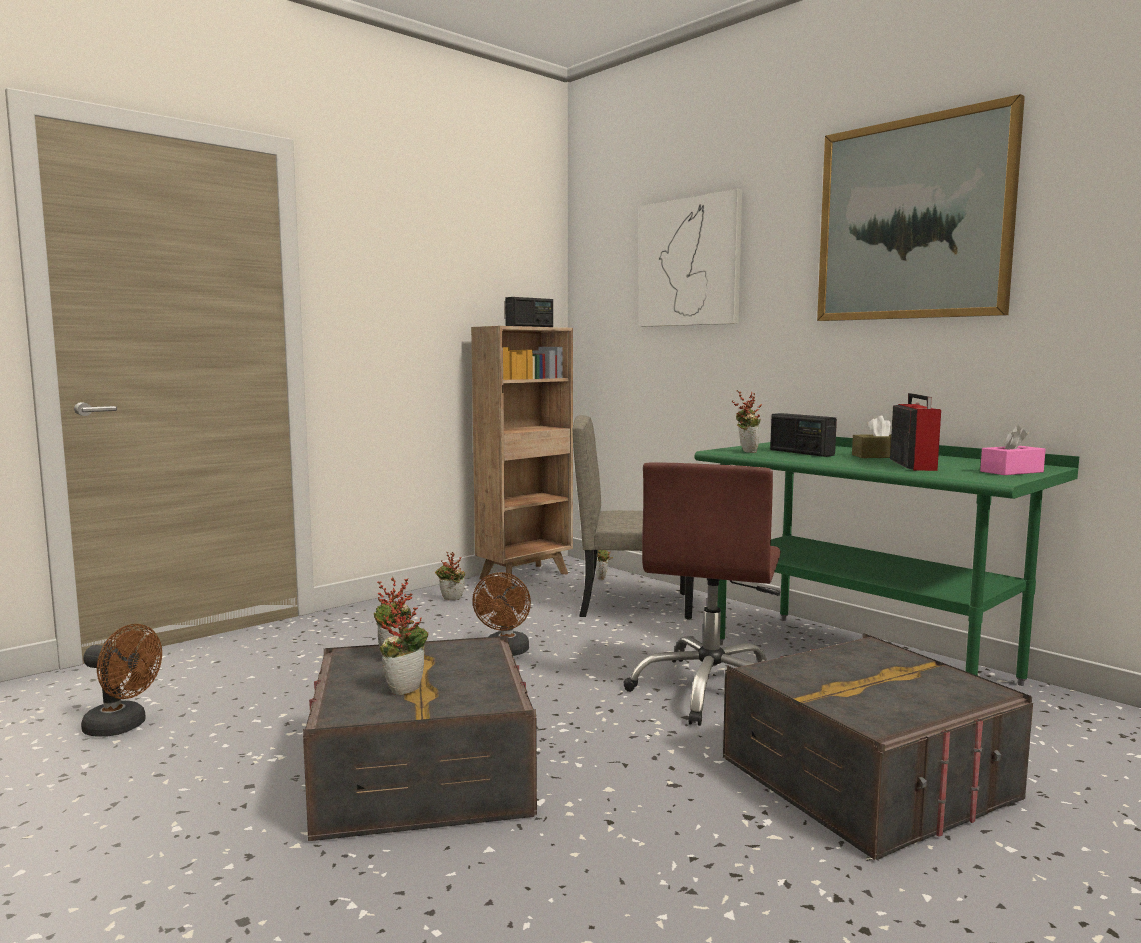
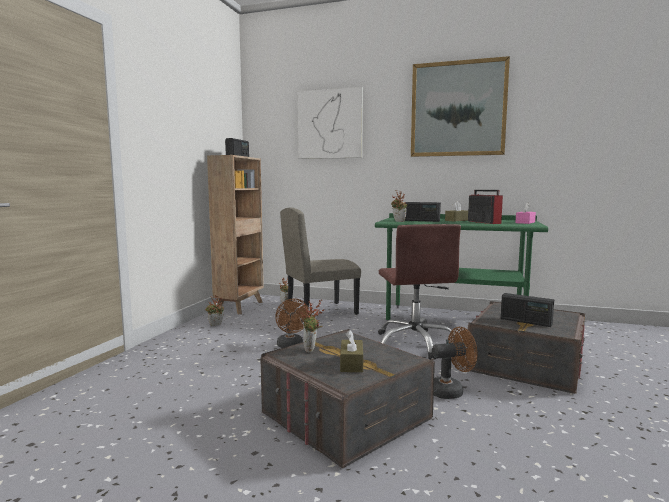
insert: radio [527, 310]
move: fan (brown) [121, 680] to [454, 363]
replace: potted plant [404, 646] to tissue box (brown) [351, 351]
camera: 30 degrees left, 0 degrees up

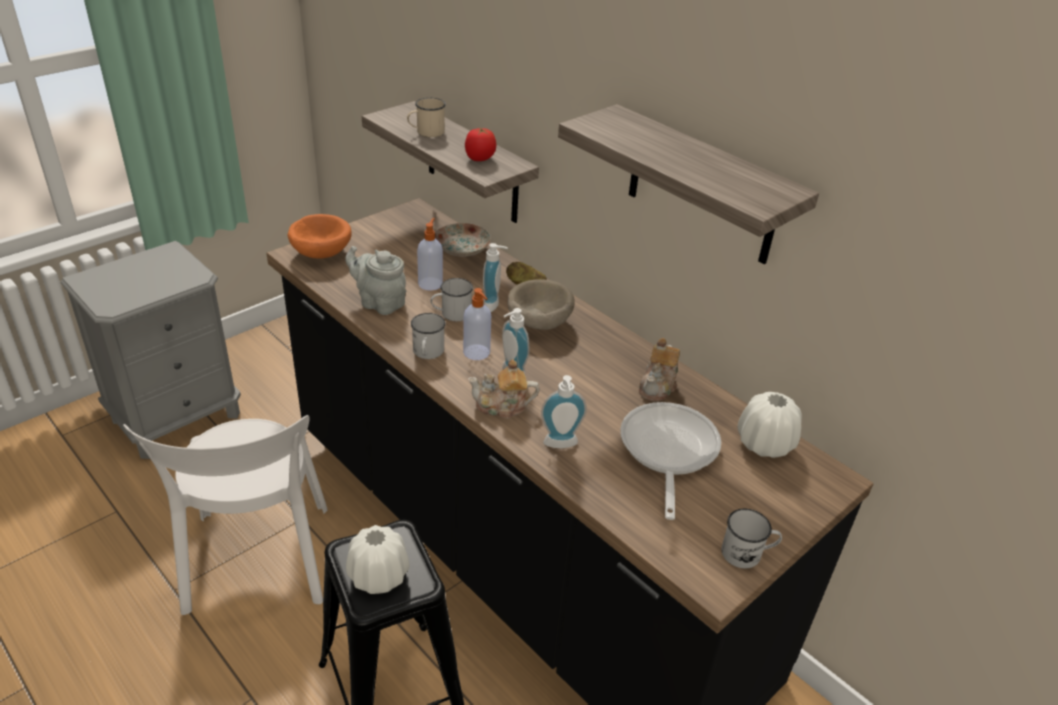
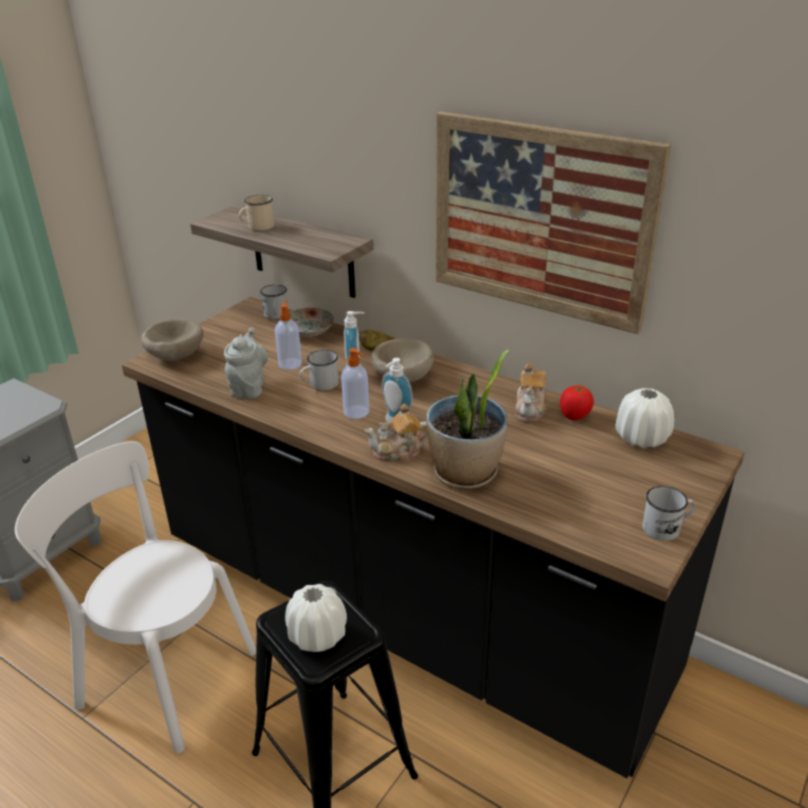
delete: frying pan [670, 461]
move: mug (white) [428, 336] to [274, 302]; tomato [480, 144] to [577, 402]
replace: soap dispenser [564, 412] to potted plant [467, 420]; shelf [688, 184] to picture [553, 223]
recolor: bowl (orange) [320, 236] to bowl (beige) [172, 340]
rotate: chair (white) [225, 515] = [135, 597] 135 degrees clockwise; teapot (grey) [375, 280] = [246, 363] 75 degrees clockwise
camera: 10 degrees left, 5 degrees down

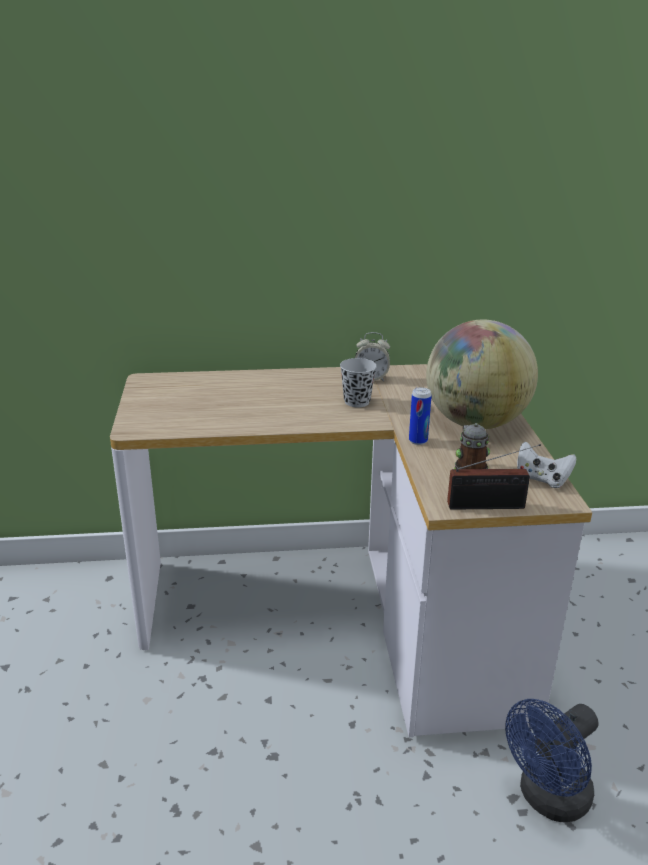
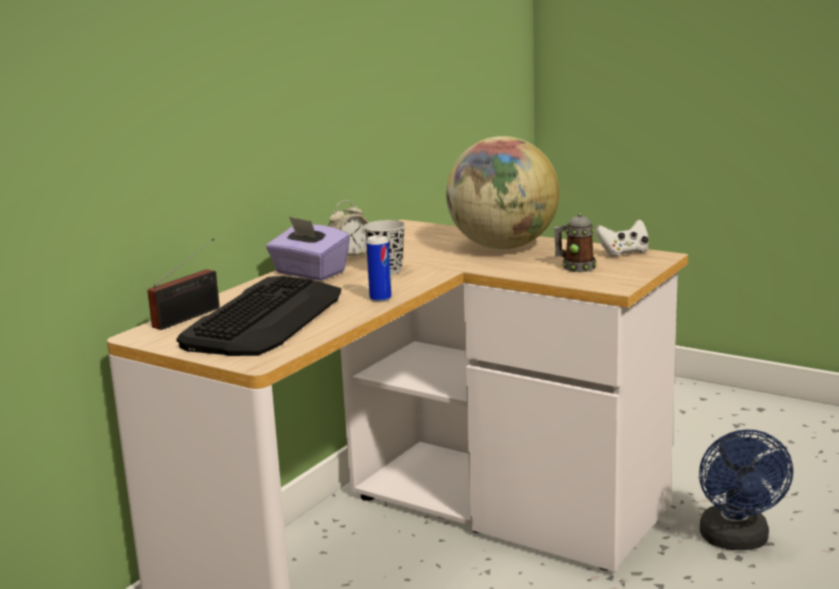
insert: keyboard [258, 316]; tissue box (purple) [308, 249]
move: can [420, 416] to [378, 268]; radio [494, 477] to [184, 284]
camera: 50 degrees left, 10 degrees down

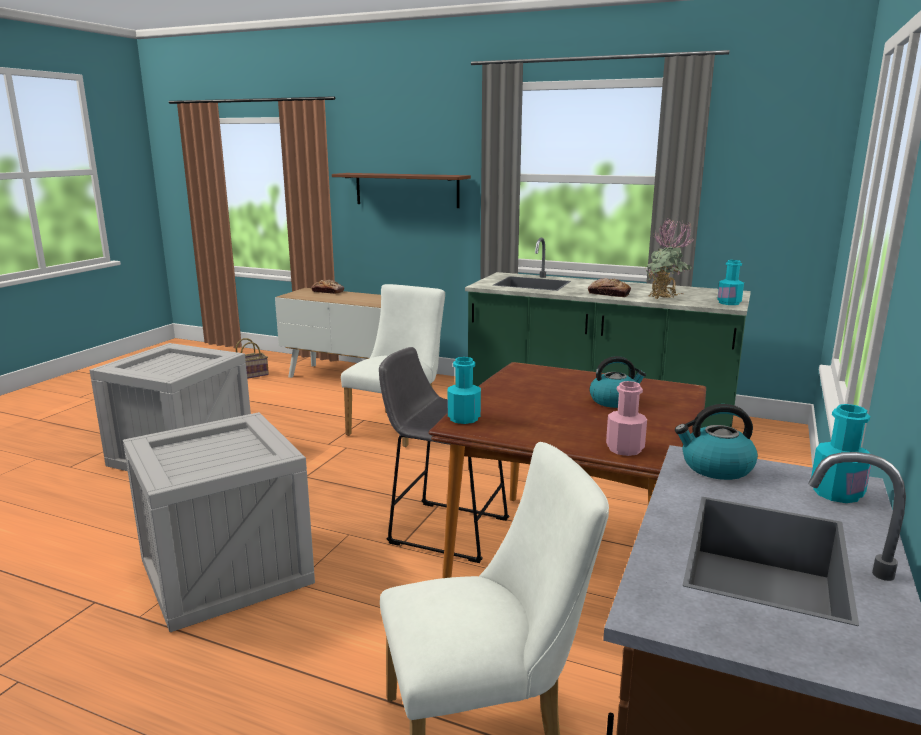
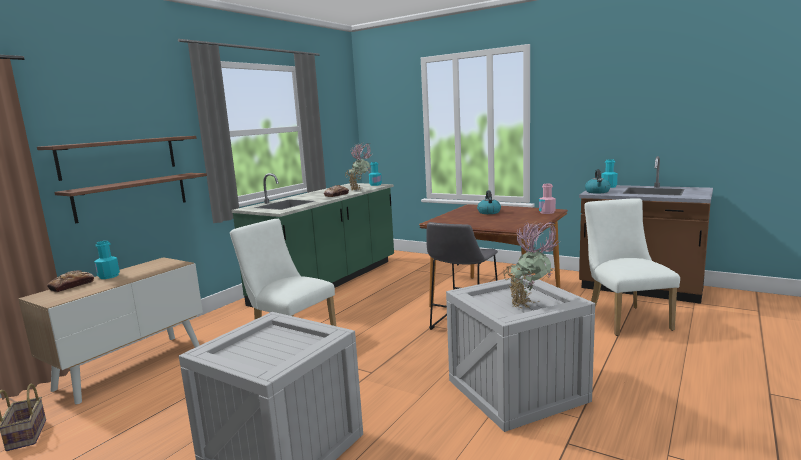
insert: shelf (brown) [130, 198]; potted plant [532, 265]
move: bottle (turquoise) [464, 390] to [107, 260]
camera: 80 degrees left, 5 degrees down

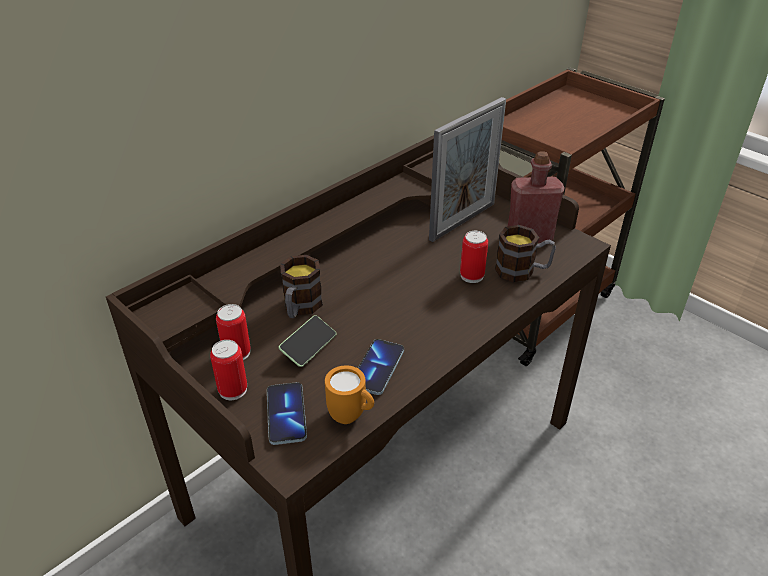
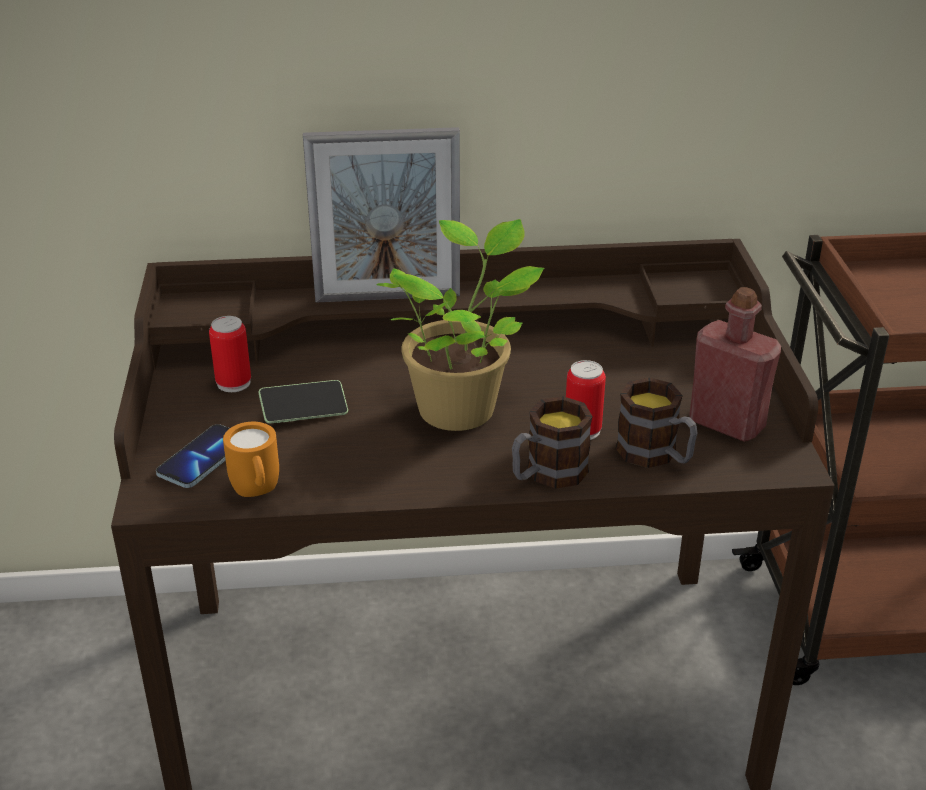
delete: can [228, 370]; phone [381, 367]
insert: potted plant [460, 325]
move: mug [301, 286] to [552, 442]; picture frame [467, 169] to [381, 214]
camera: 40 degrees right, 5 degrees down

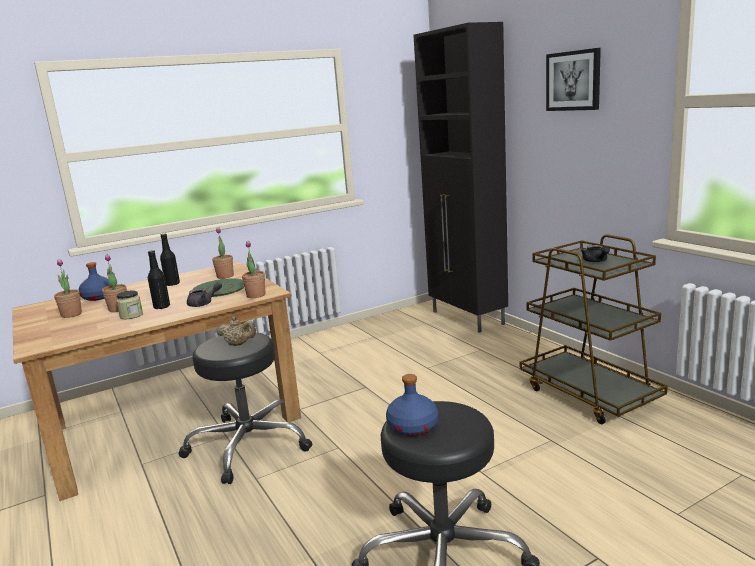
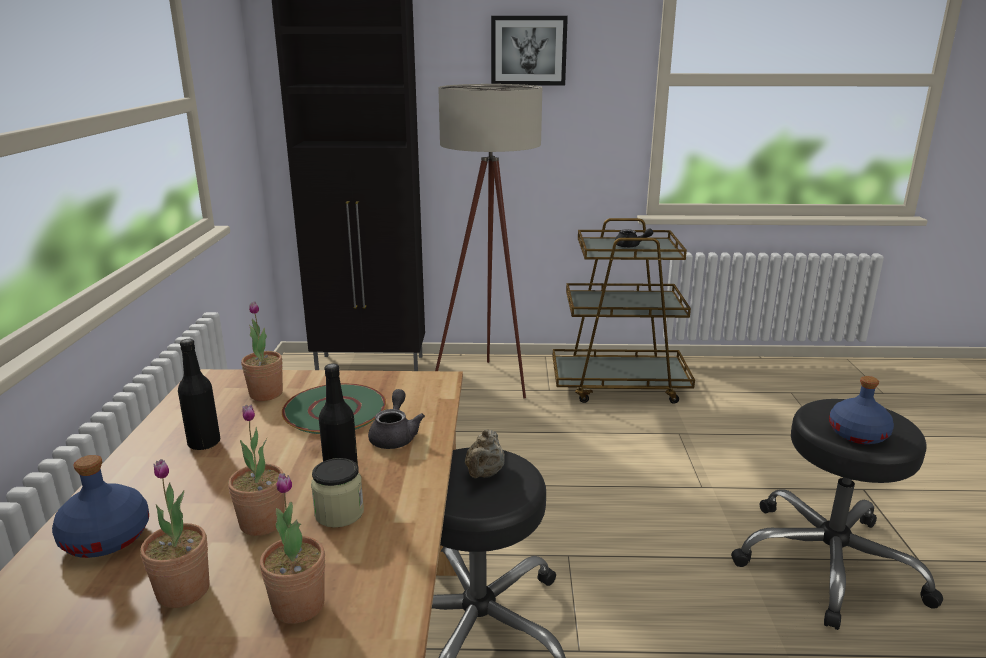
insert: floor lamp (beige) [488, 241]
move: potted plant [253, 269] to [292, 548]
rotate: teapot (beige) [236, 331] = [485, 453] 150 degrees clockwise
camera: 60 degrees left, 5 degrees up

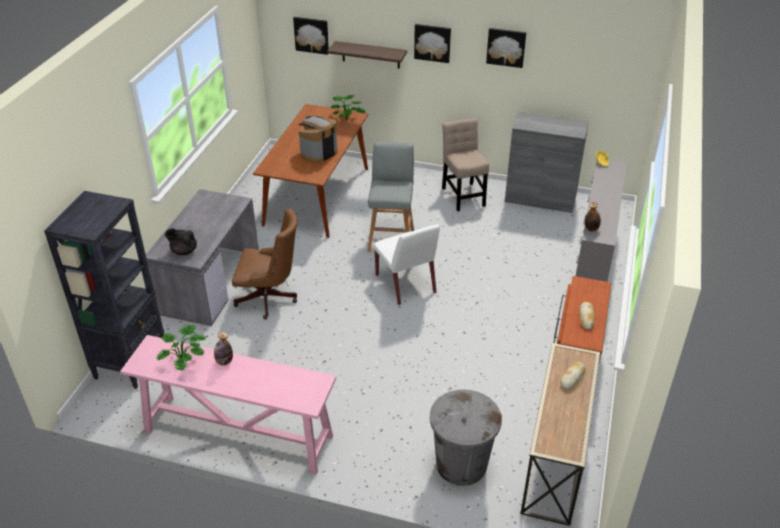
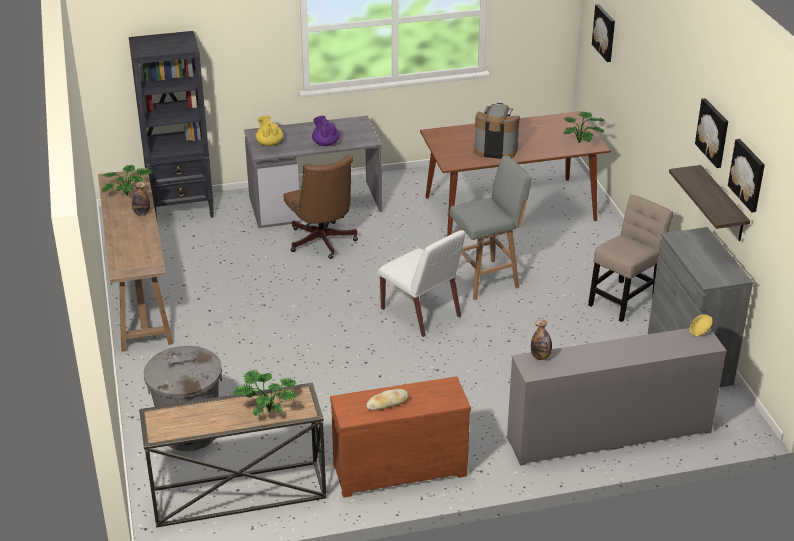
insert: teapot (purple) [326, 131]
move: shelf [367, 55] to [709, 203]; picture [432, 43] to [746, 175]
replace: bread [573, 375] to potted plant [265, 393]
recolor: console table (pink) [228, 405] to console table (brown) [135, 260]; teapot (black) [181, 241] to teapot (yellow) [269, 130]
rotate: chair (white) [406, 265] = [421, 283] 75 degrees counterclockwise
camera: 60 degrees right, 5 degrees down

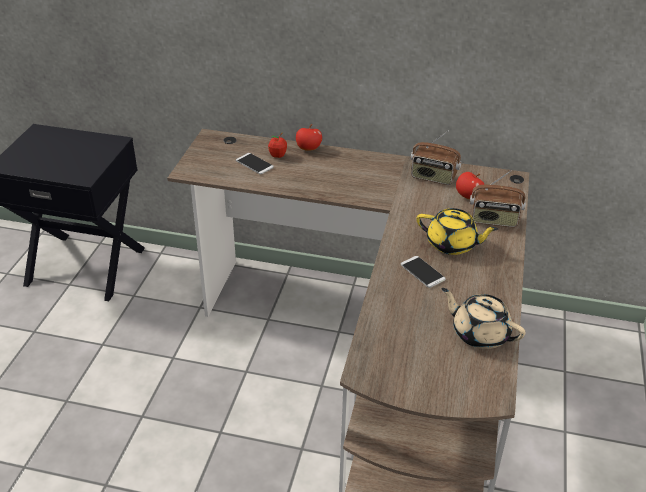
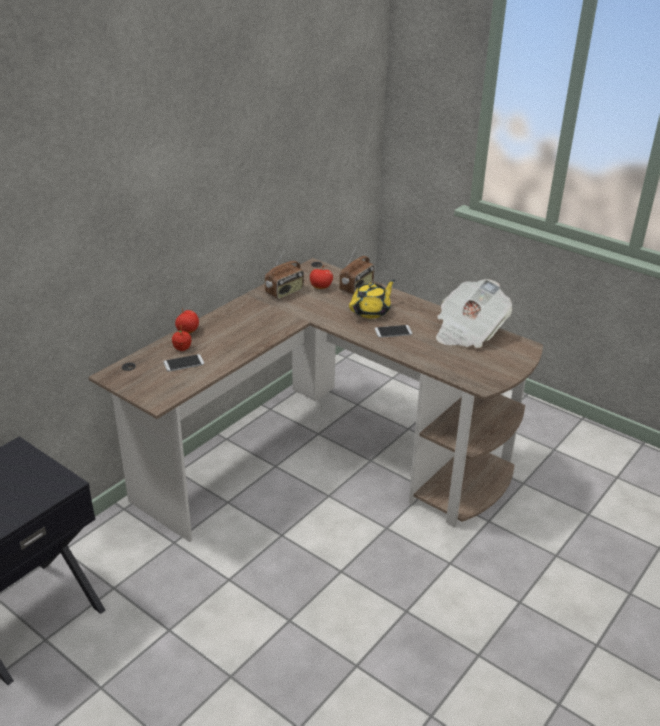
replace: teapot (beige) [483, 318] to newspaper [474, 313]
camera: 65 degrees left, 5 degrees down

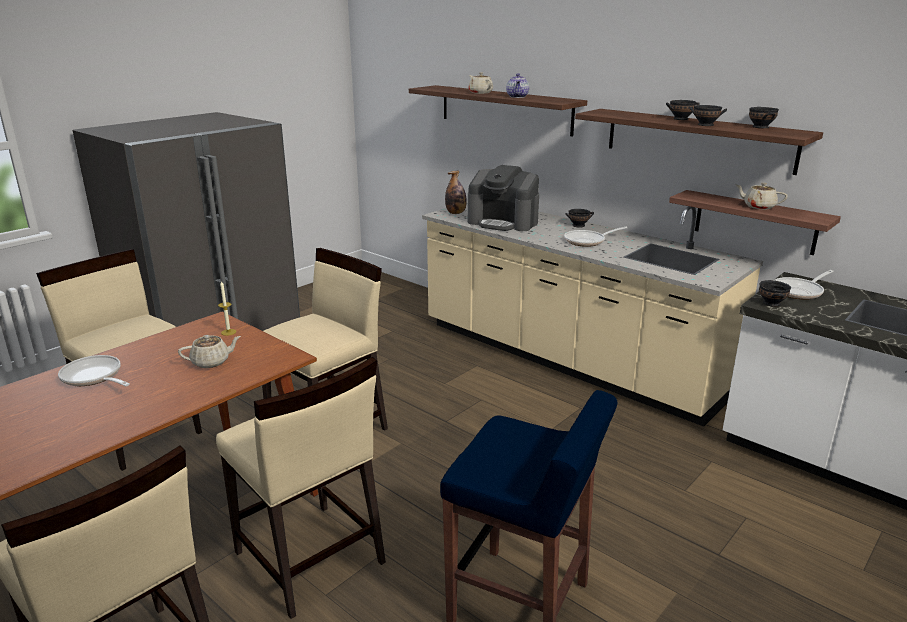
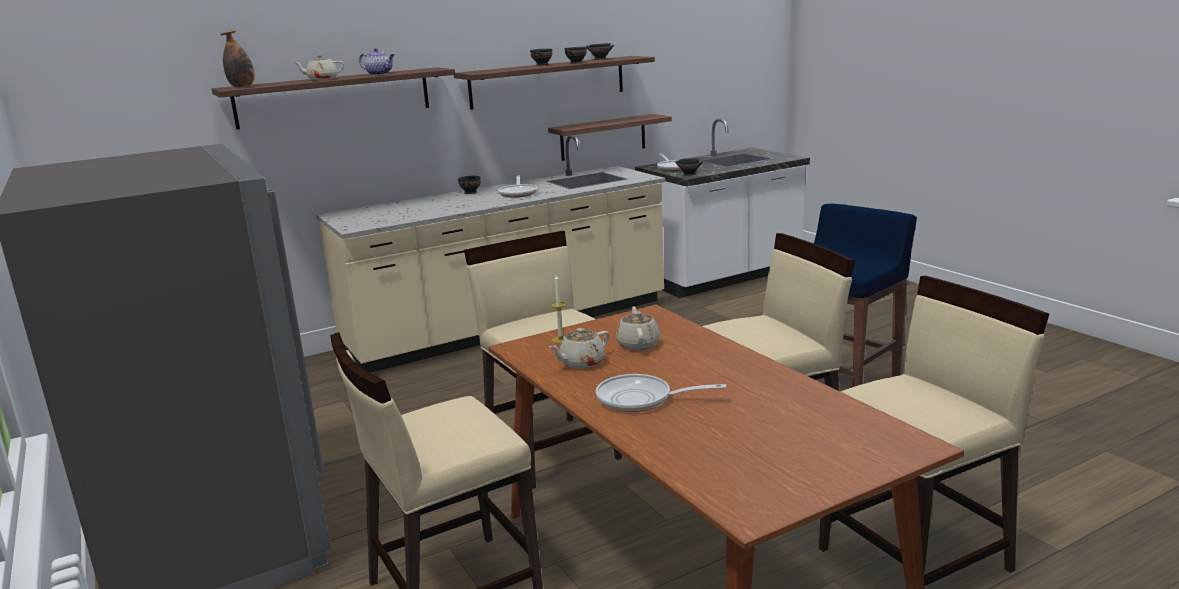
delete: coffee machine [503, 198]
move: bottle [456, 192] to [237, 59]; teapot (beige) [762, 196] to [579, 348]
rotate: frying pan [94, 370] = [661, 393] 45 degrees clockwise
camera: 70 degrees left, 5 degrees down

